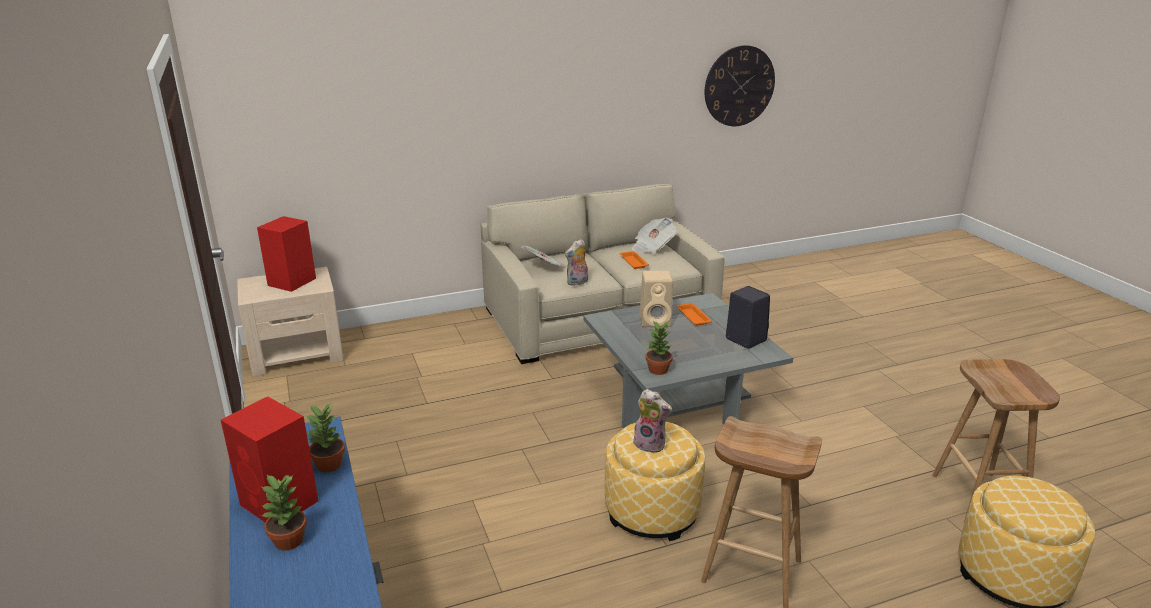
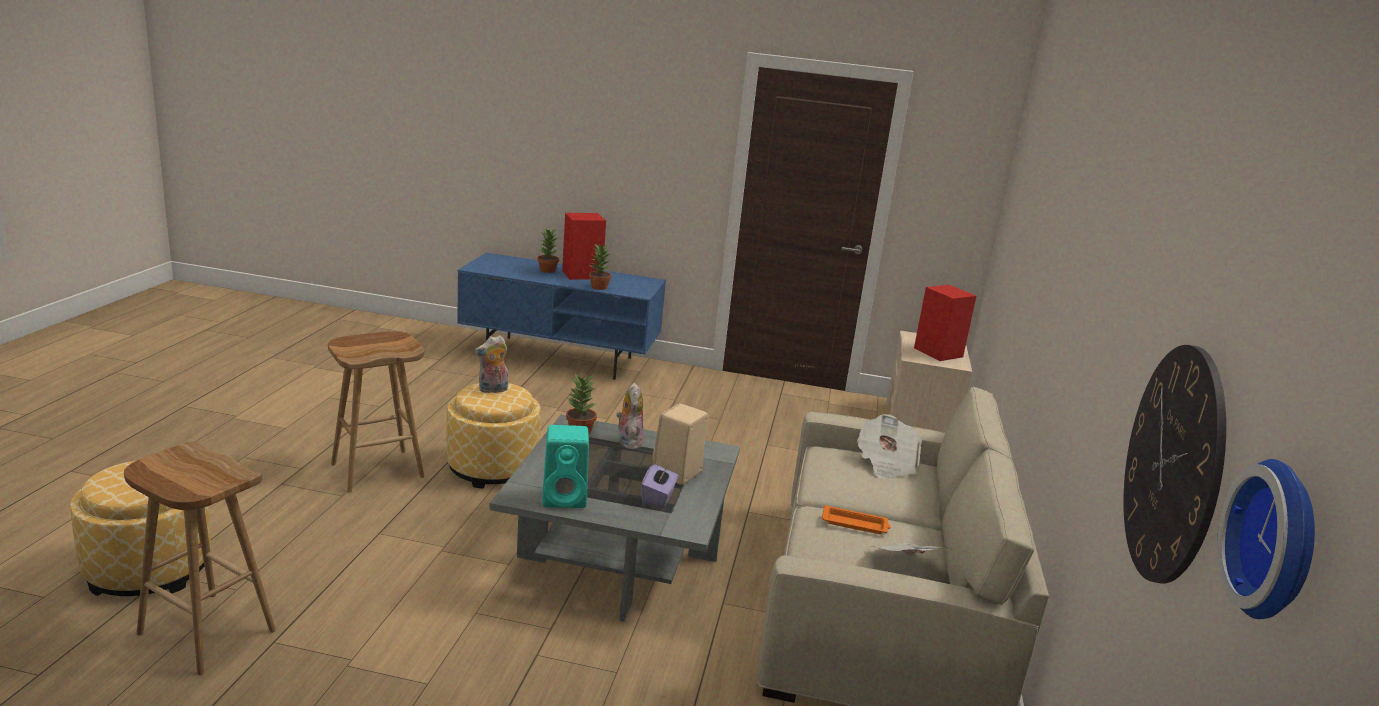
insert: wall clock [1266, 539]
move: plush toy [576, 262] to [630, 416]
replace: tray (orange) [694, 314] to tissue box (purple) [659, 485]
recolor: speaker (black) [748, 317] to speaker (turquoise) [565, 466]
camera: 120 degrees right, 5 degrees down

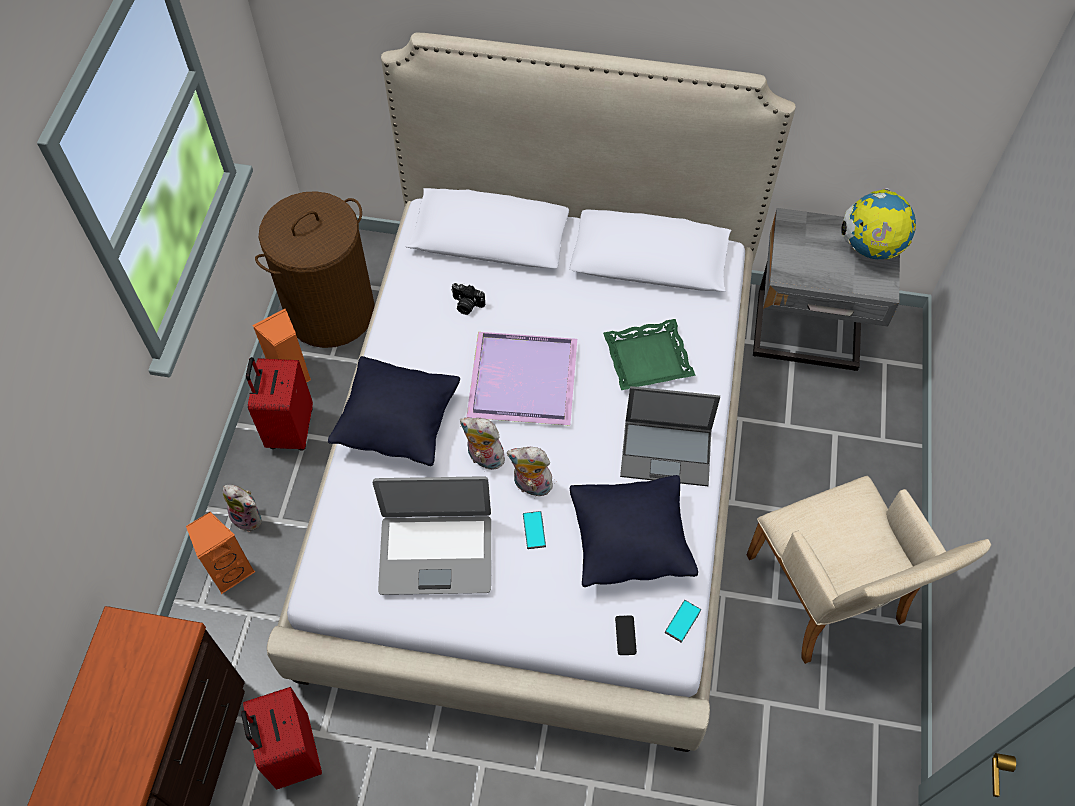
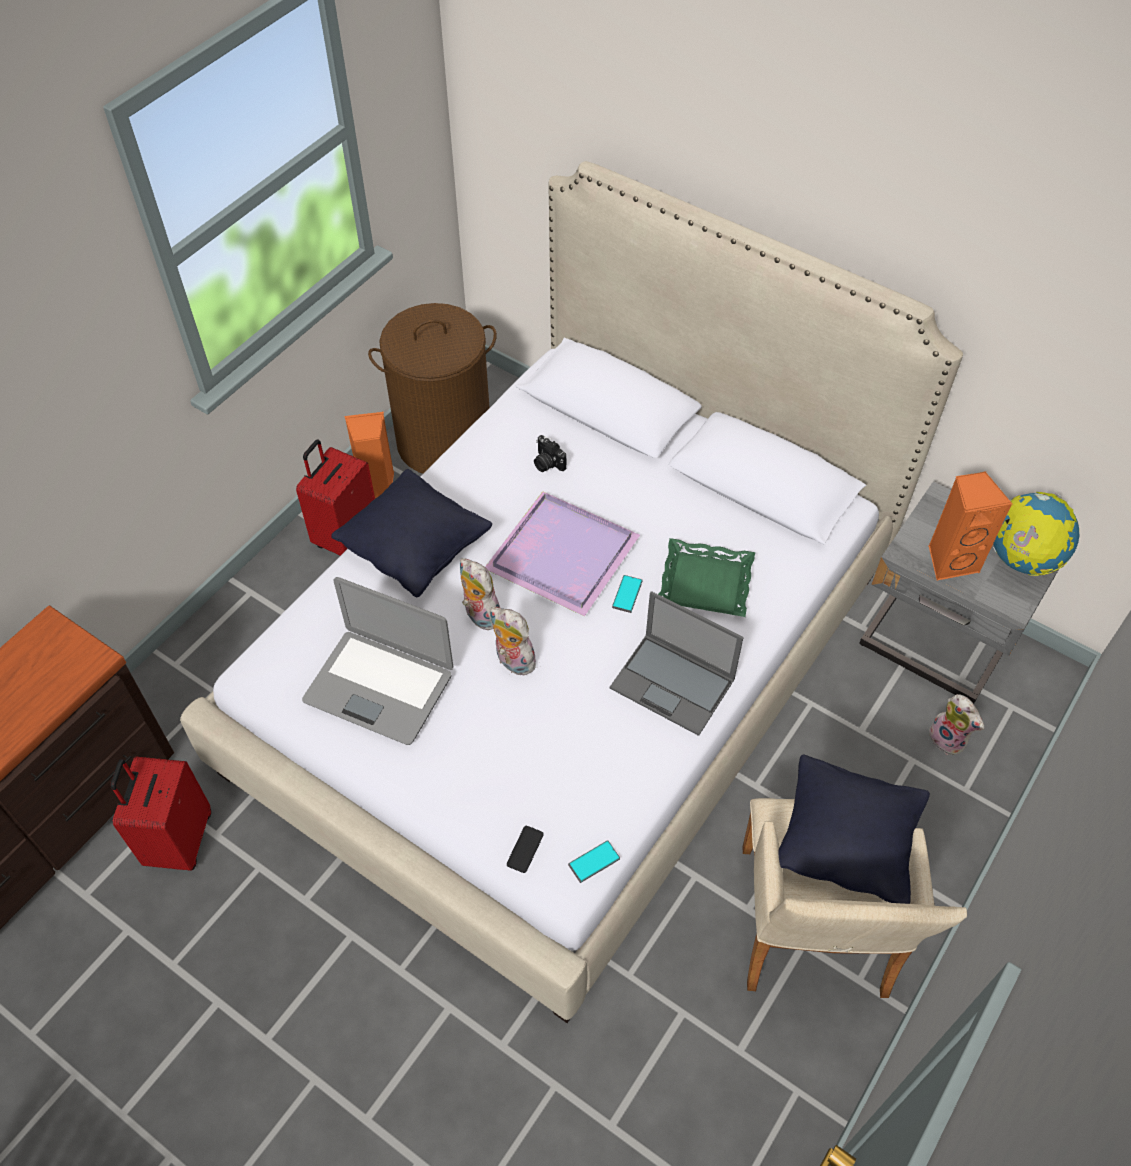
move: speaker (orange) [220, 553] to [970, 526]; plush toy [242, 508] to [956, 724]; phone [534, 530] to [627, 594]; pillow (black) [634, 531] to [854, 829]
camera: 25 degrees right, 5 degrees down

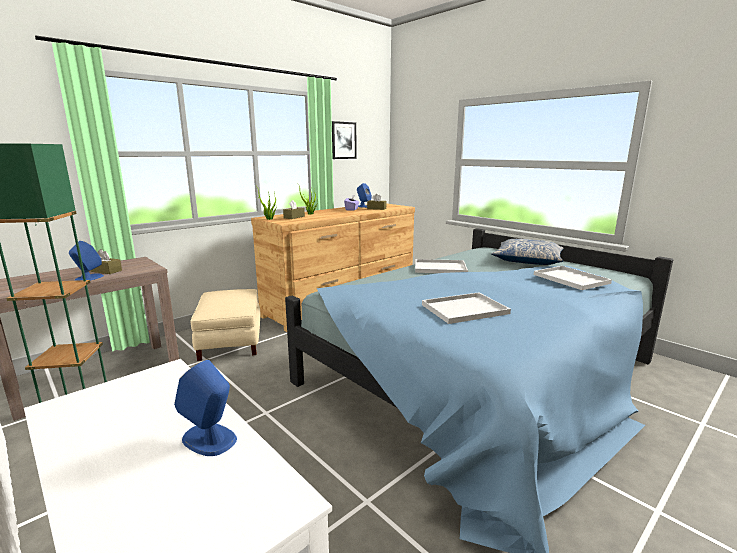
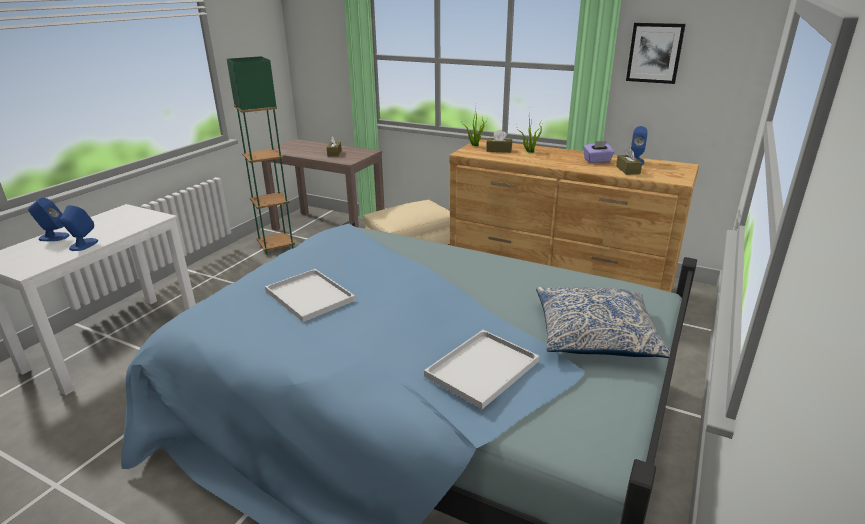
delete: tray (white) [441, 266]
move: speaker (blue) [86, 261] to [49, 219]
camera: 70 degrees right, 10 degrees up

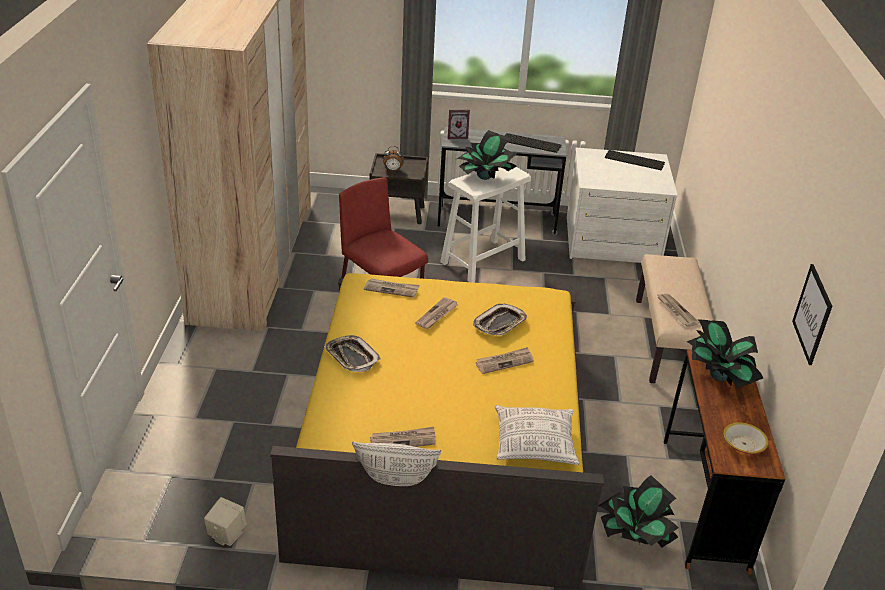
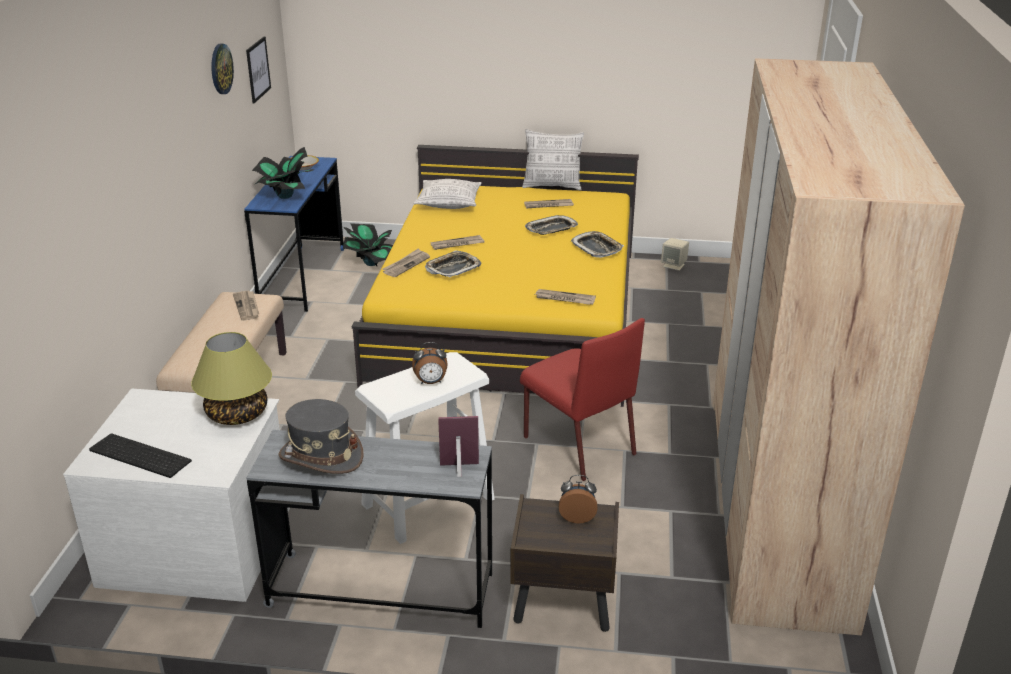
insert: table lamp [231, 378]; wall clock [222, 69]; tray [551, 225]
move: newspaper [437, 313] to [406, 263]
replace: potted plant [486, 155] to alarm clock [430, 363]; keyboard [533, 143] to hat (grey) [321, 436]
recolor: desk (brown) [724, 462] to desk (blue) [294, 234]
camera: 175 degrees left, 5 degrees down

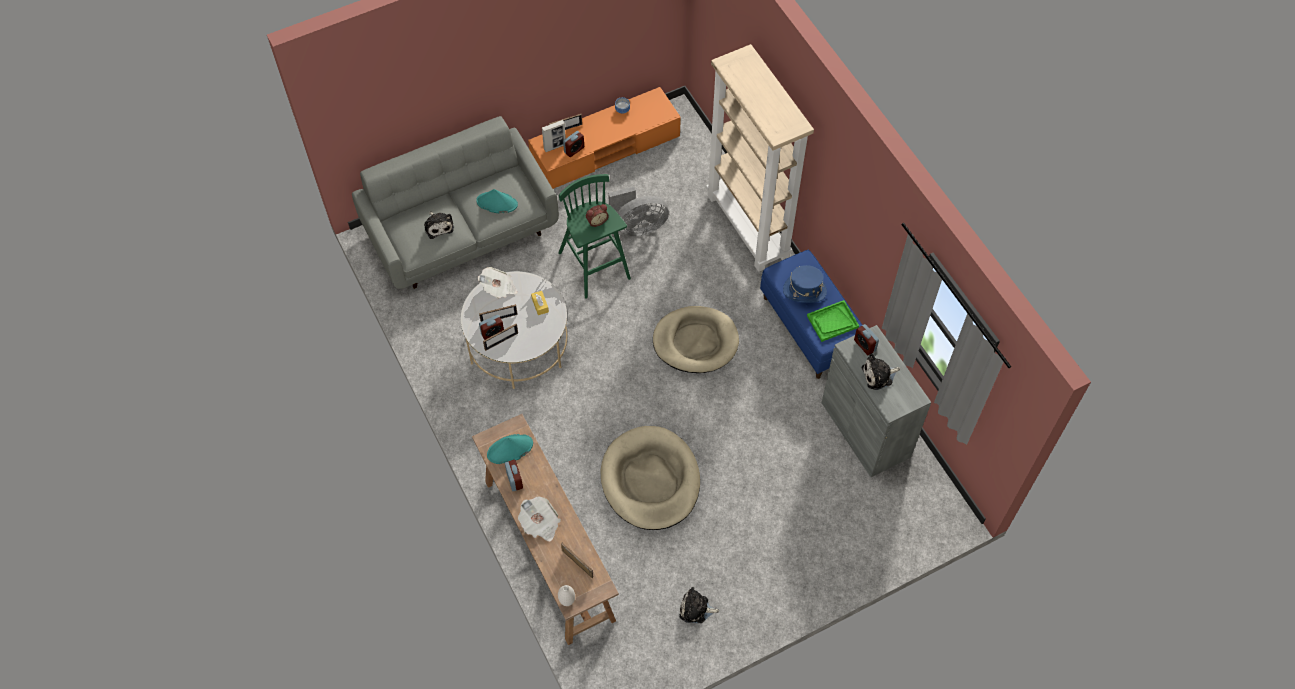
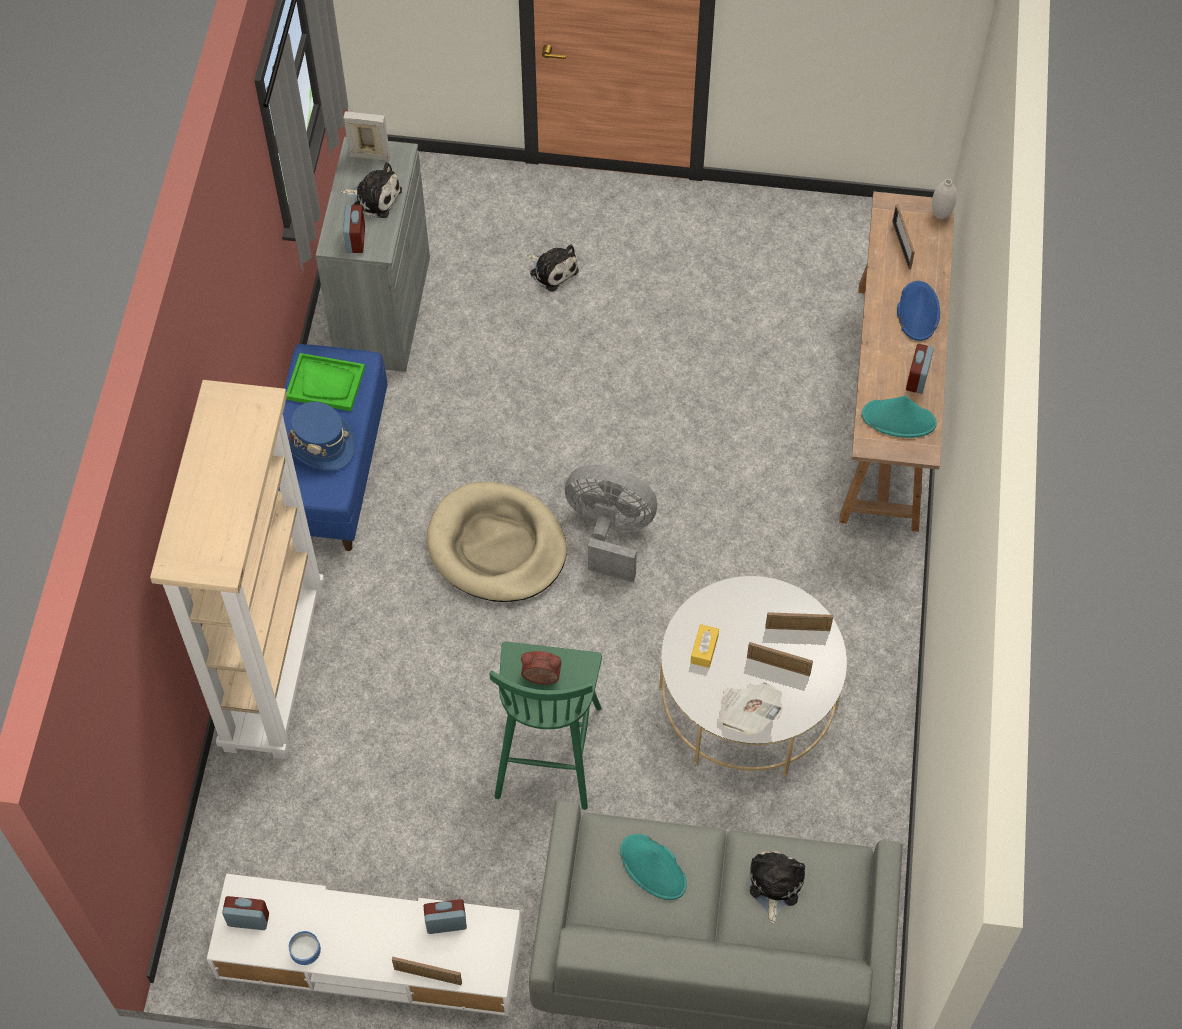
delete: dog bed (beige) [650, 478]
move: alarm clock [491, 327] to [245, 913]; picture frame [554, 136] to [366, 136]; fan (grey) [638, 211] to [611, 523]; plush toy [699, 605] to [553, 268]
replace: newspaper [539, 519] to hat (blue) [918, 311]
recolor: tv stand (orange) [604, 138] to tv stand (white) [364, 945]
camera: 145 degrees left, 0 degrees up

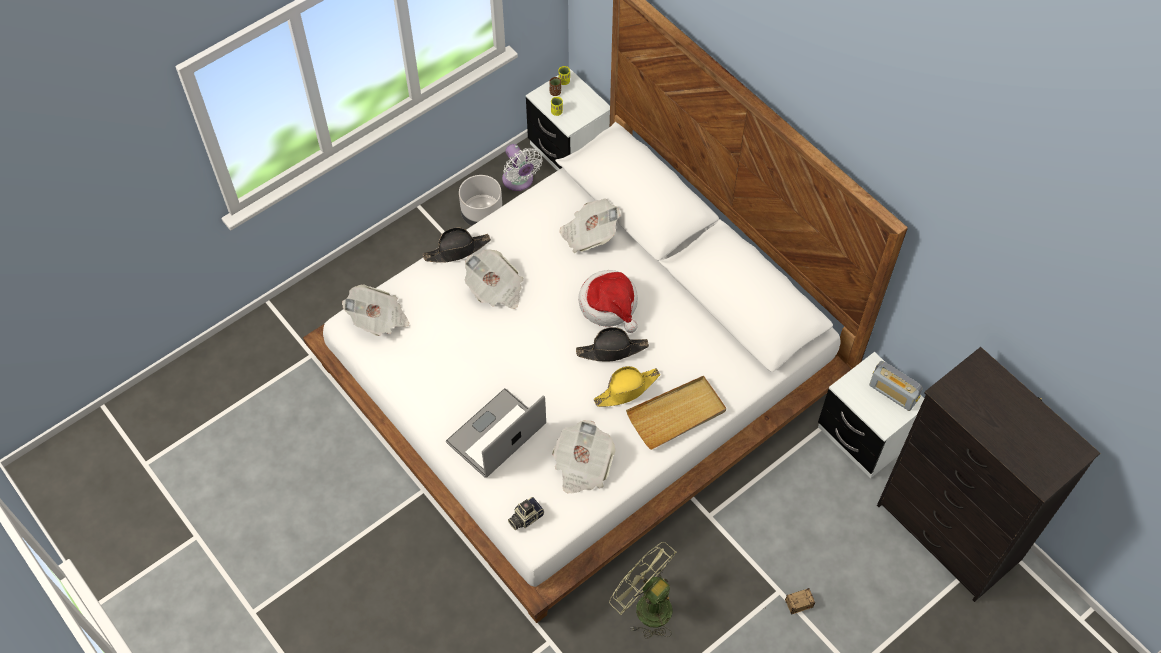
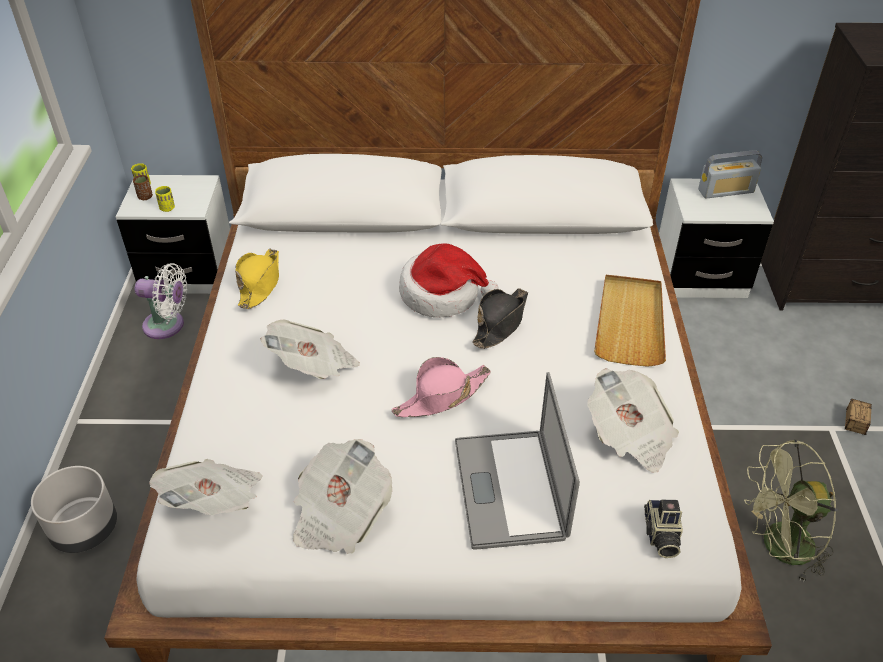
delete: hat (black) [457, 245]
insert: hat (pink) [441, 387]
move: planter (grey) [481, 200] to [74, 509]; newspaper [590, 226] to [342, 496]; hat (yellow) [627, 386] to [257, 279]
camera: 50 degrees left, 15 degrees down

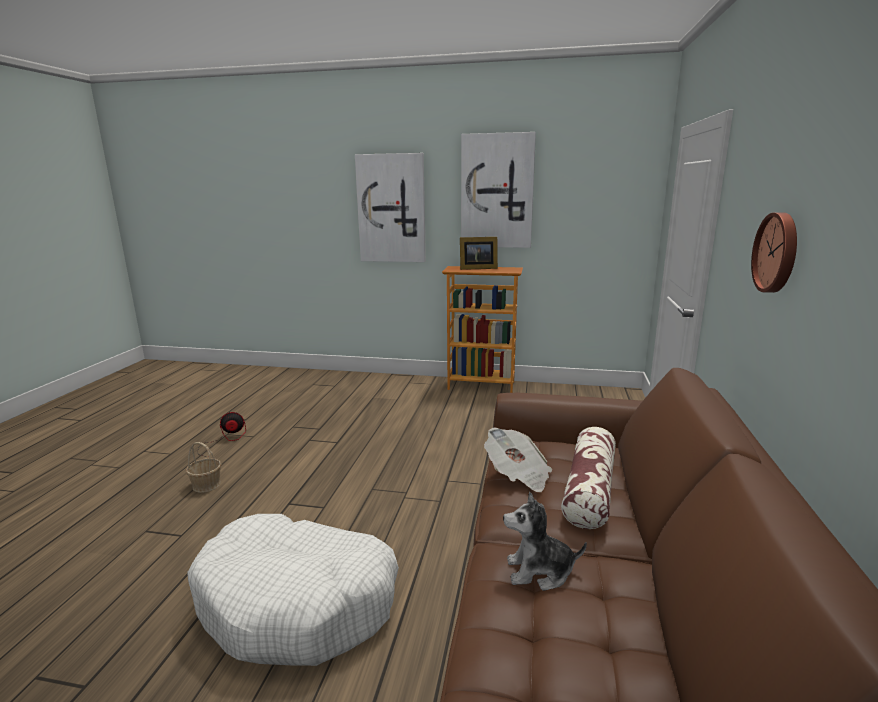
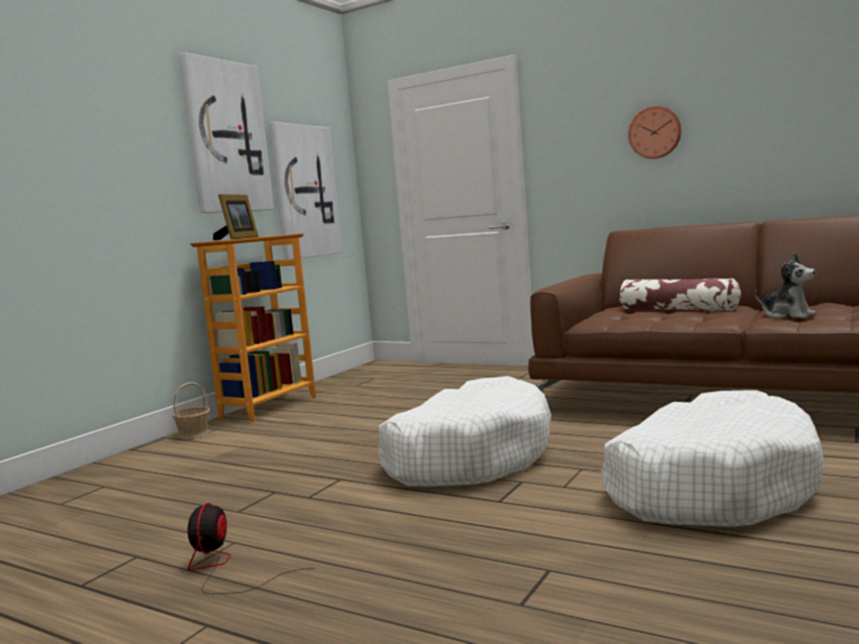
delete: newspaper [518, 459]
insert: dog bed (white) [464, 431]
move: basket [203, 467] to [191, 410]; picture [390, 207] to [305, 191]
rotate: plush toy [545, 541] = [785, 285] 60 degrees counterclockwise
camera: 70 degrees left, 10 degrees down

